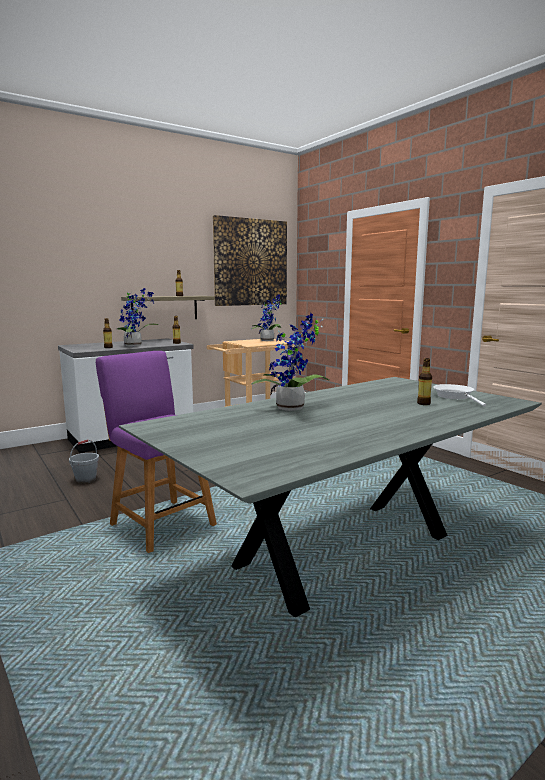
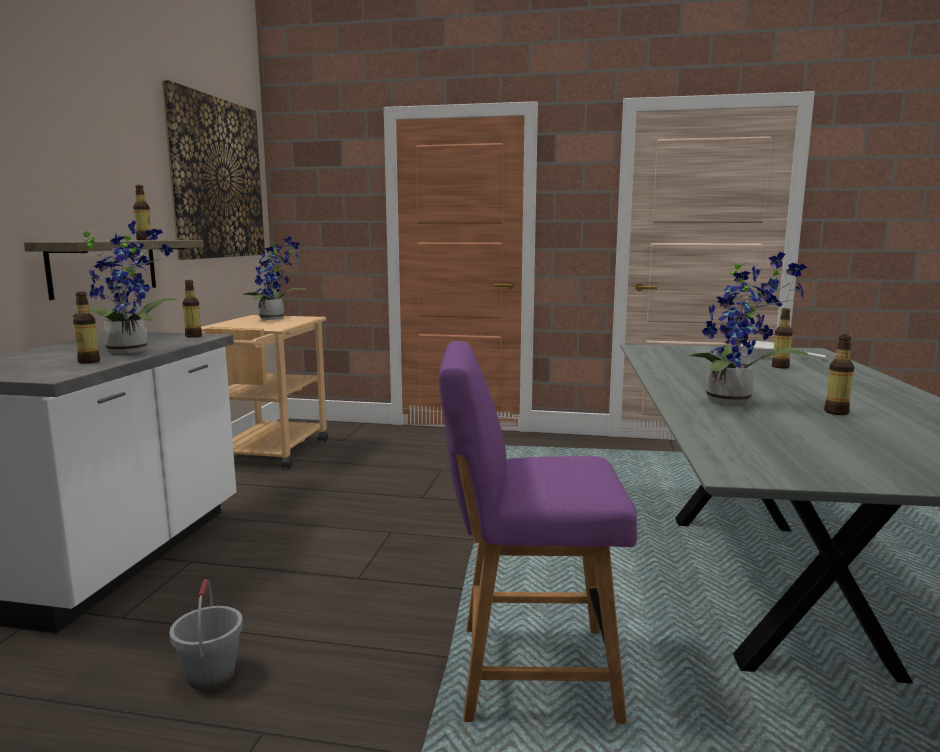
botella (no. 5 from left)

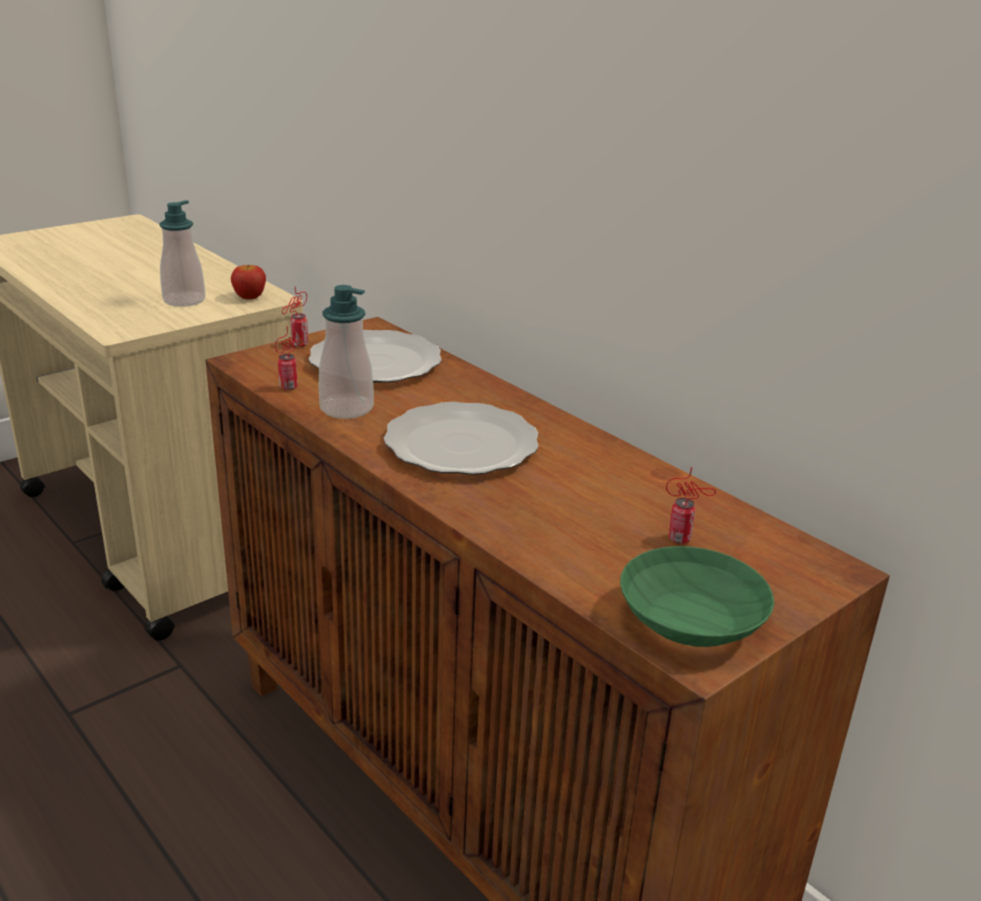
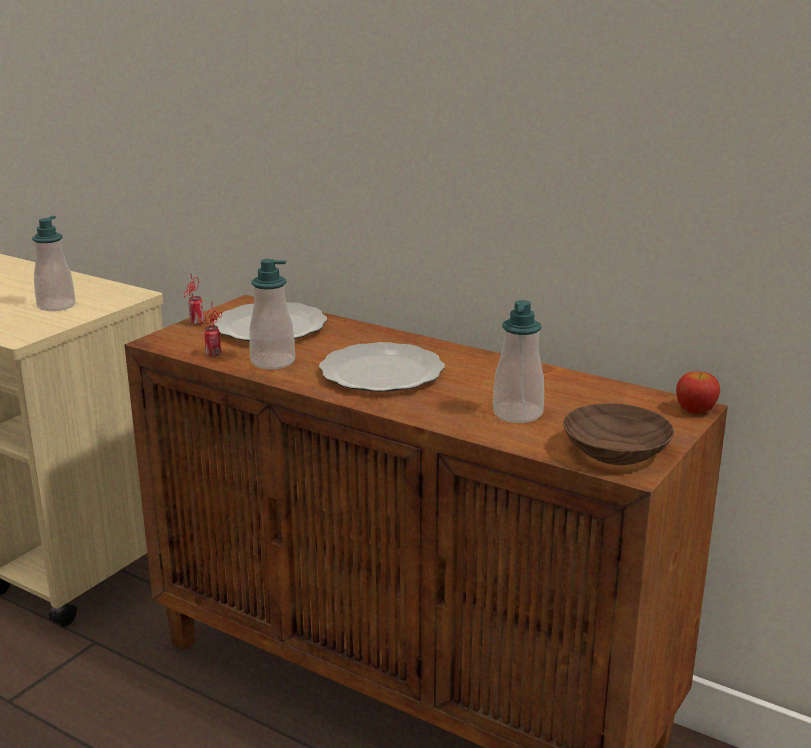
manzana; lata (no. 3 from left in the first image); cuenco/marrón; dispensador de jabón (no. 3 from left)

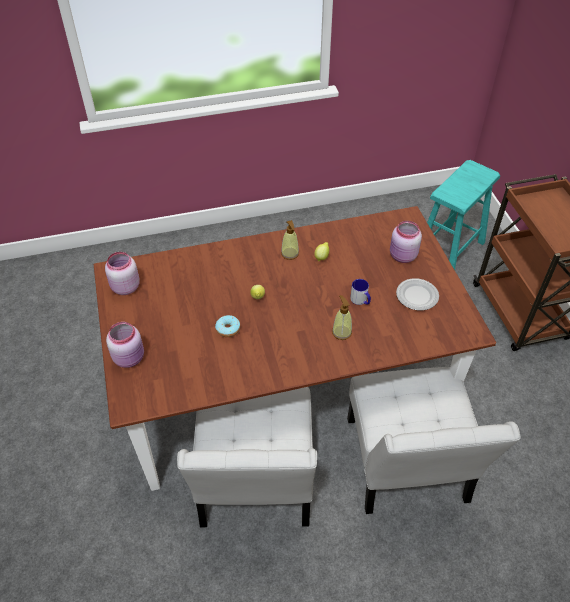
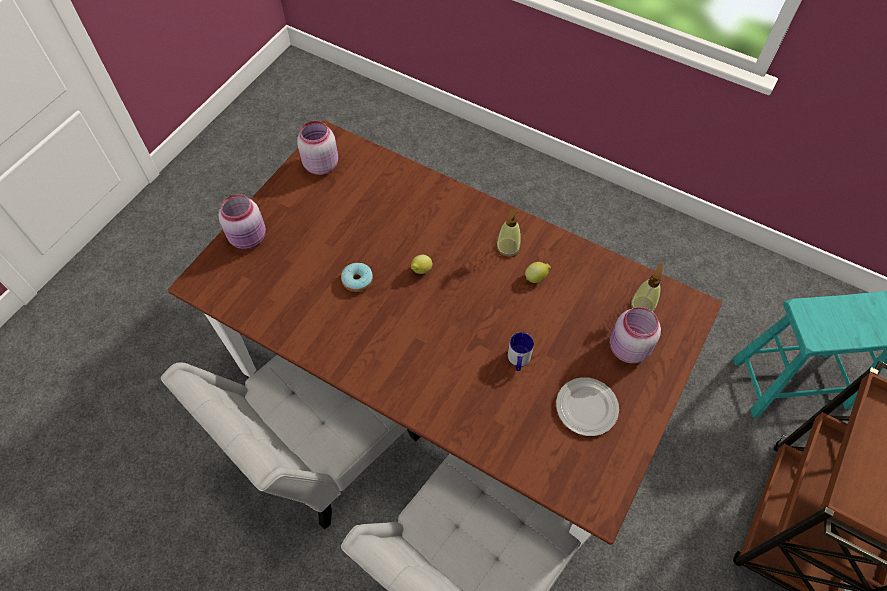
dispensador de jabón (no. 2 from left)

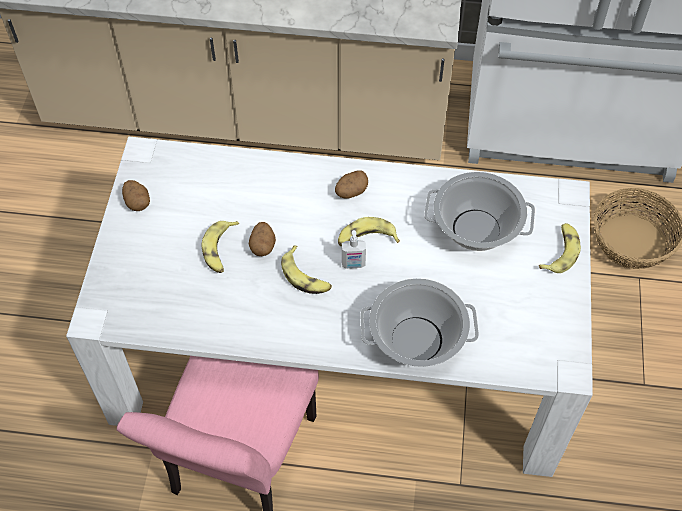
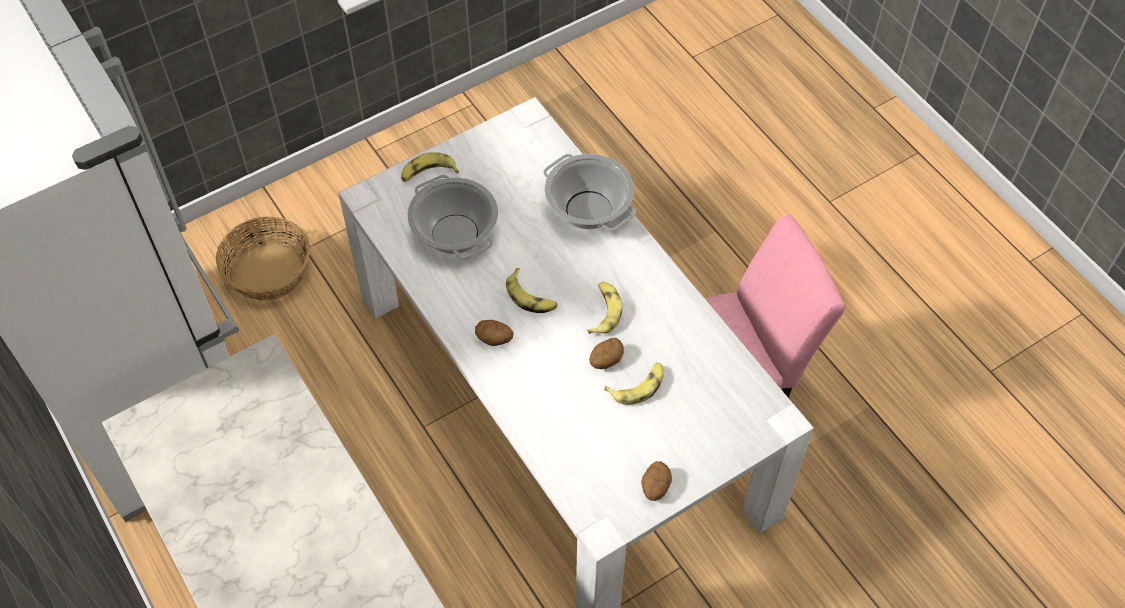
dispensador de jabón

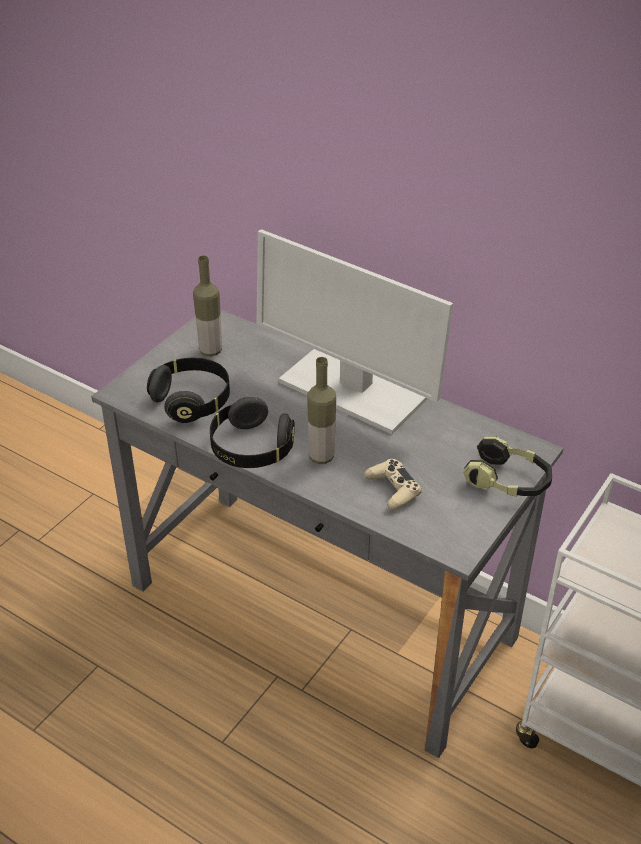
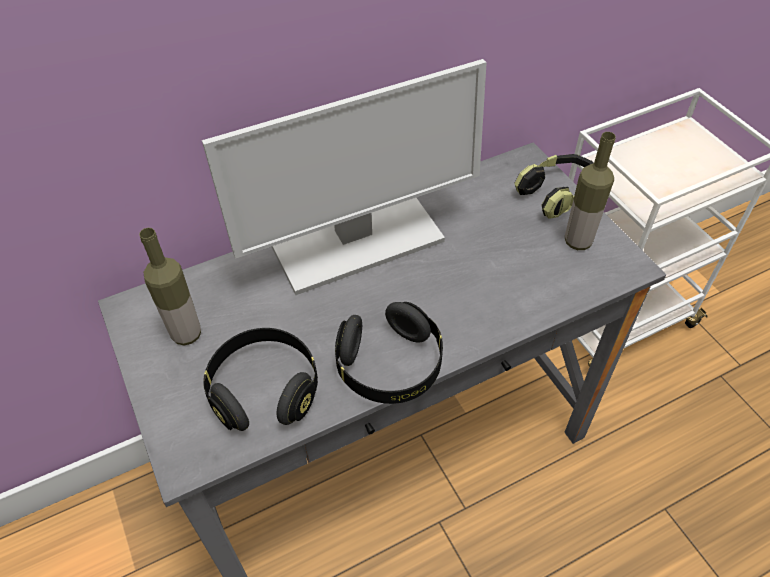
botella (no. 2 from left); mando de consola/beis

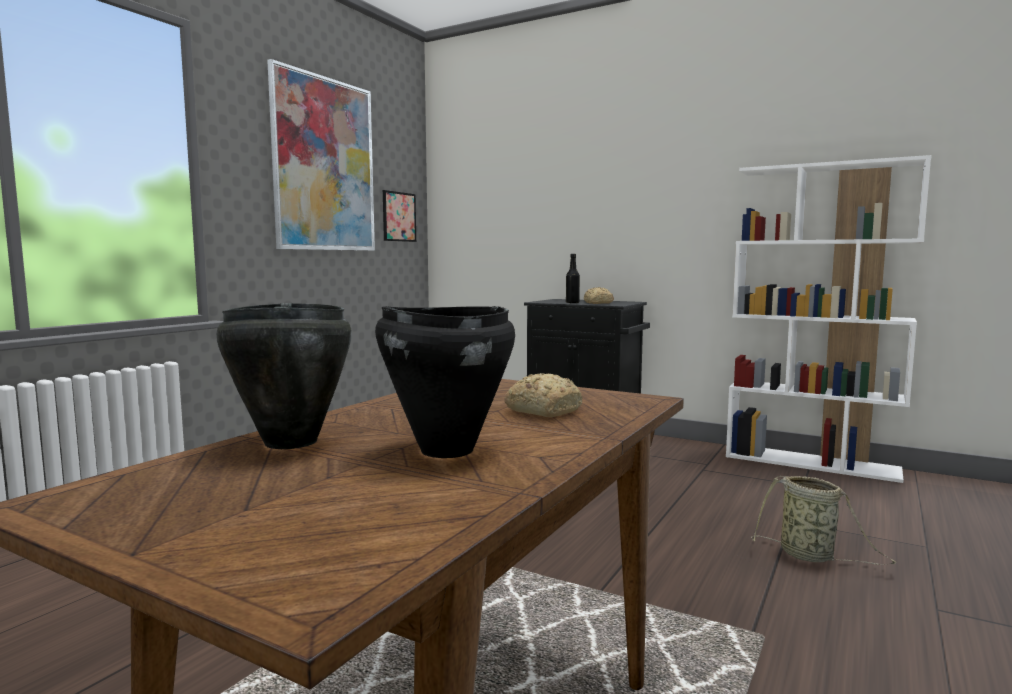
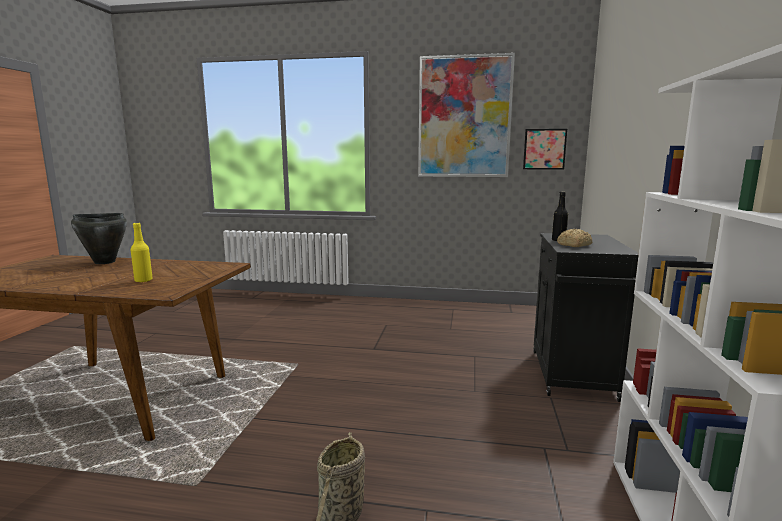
olla/negro (no. 2 from left in the first image); botella/amarillo

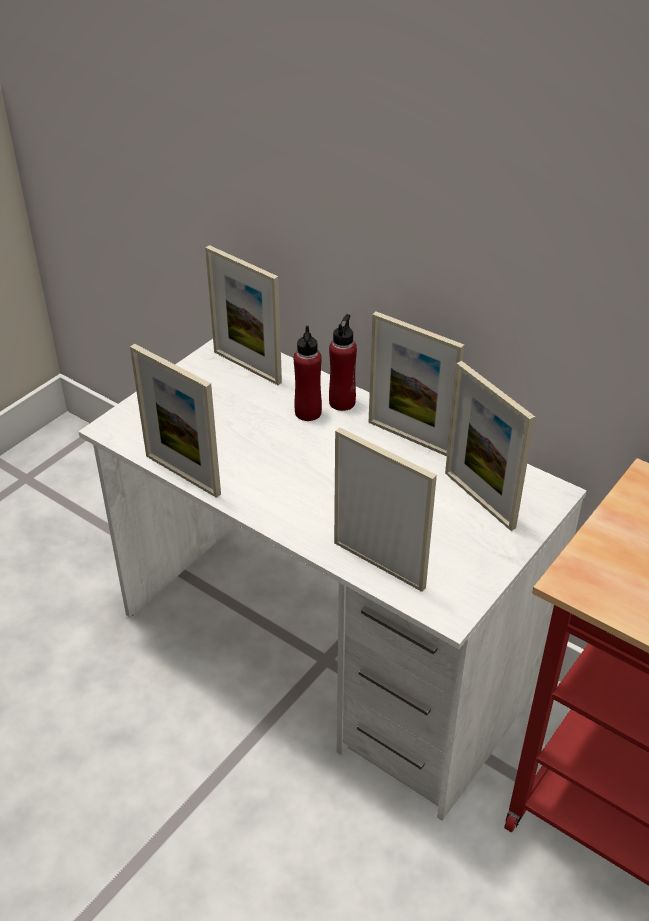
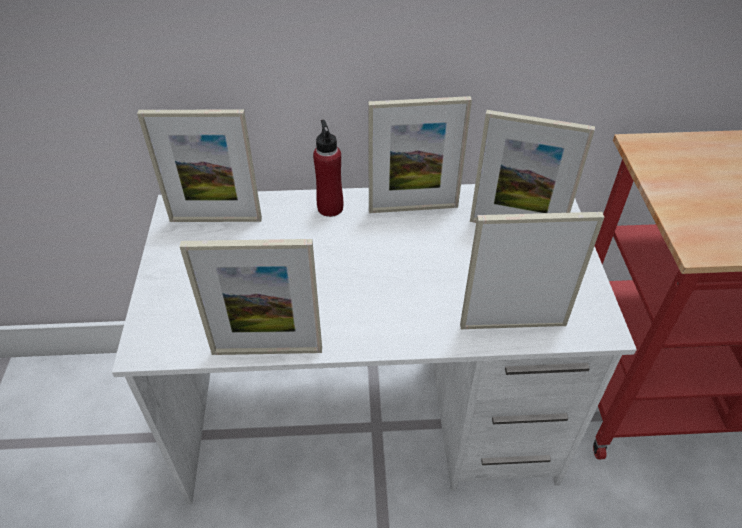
botella/rojo (no. 1 from left in the first image)

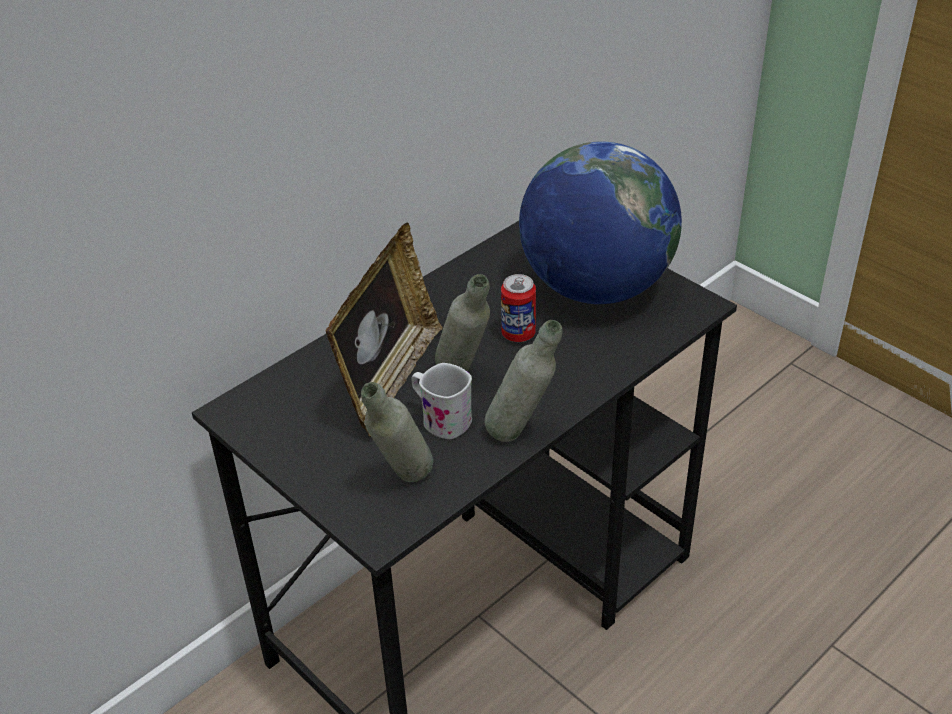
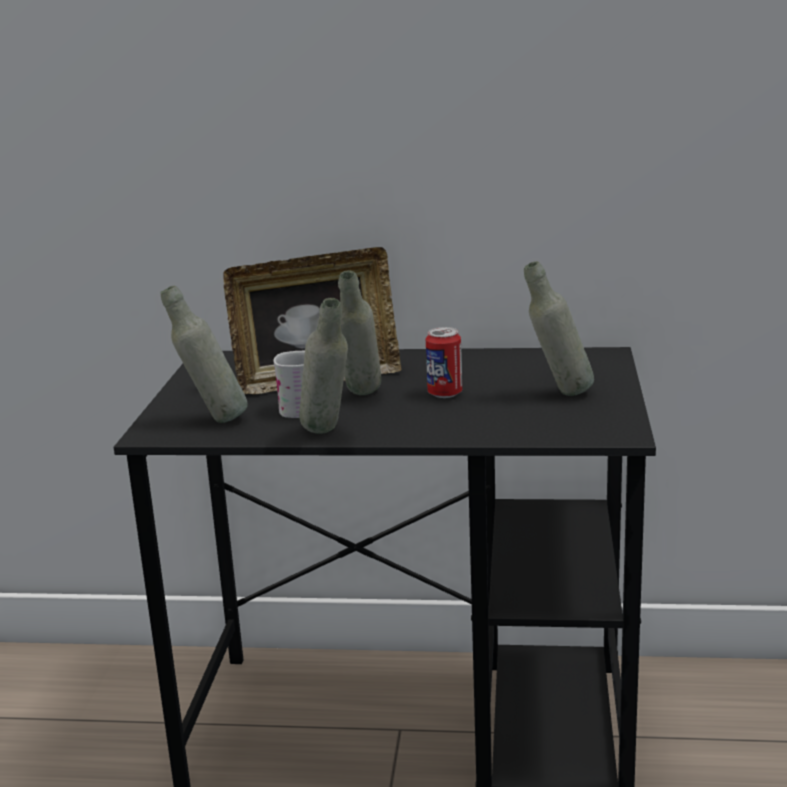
botella/gris (no. 4 from left)

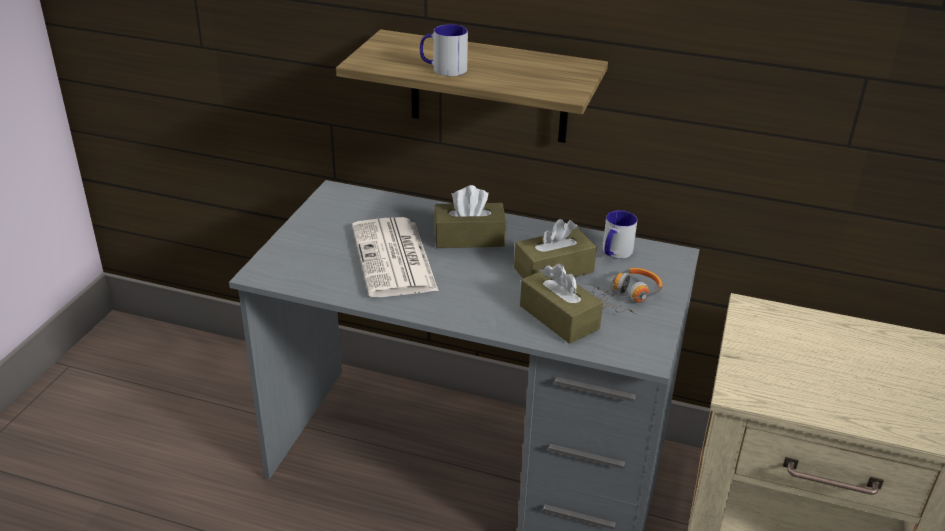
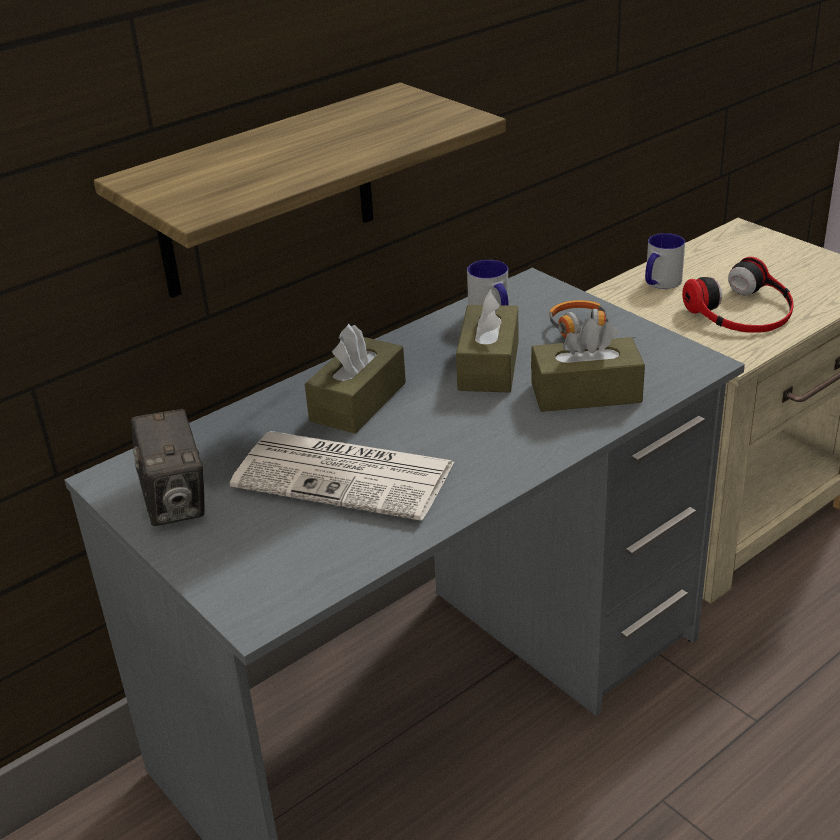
taza grande (no. 2 from left); auriculares (no. 2 from left); cámara

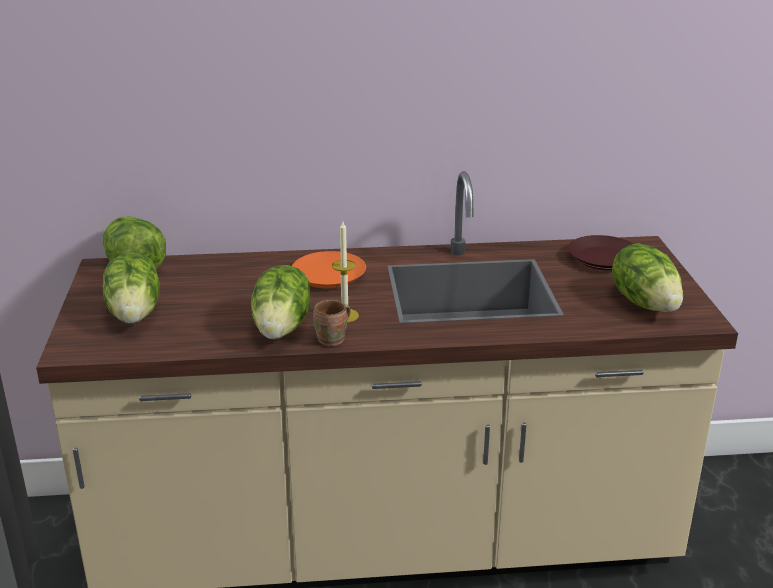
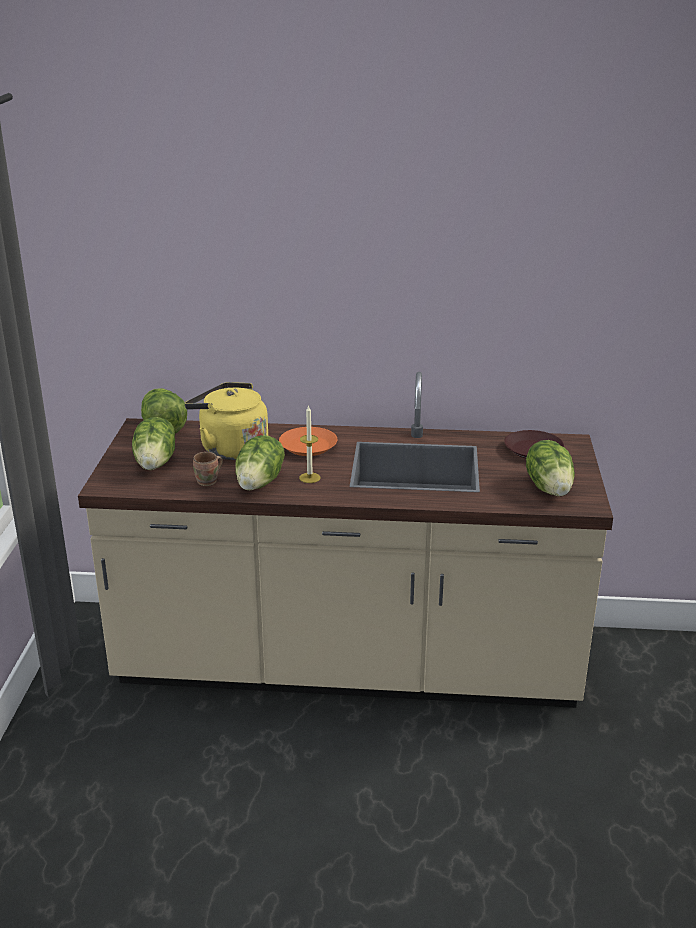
taza grande/marrón; hervidor/amarillo

